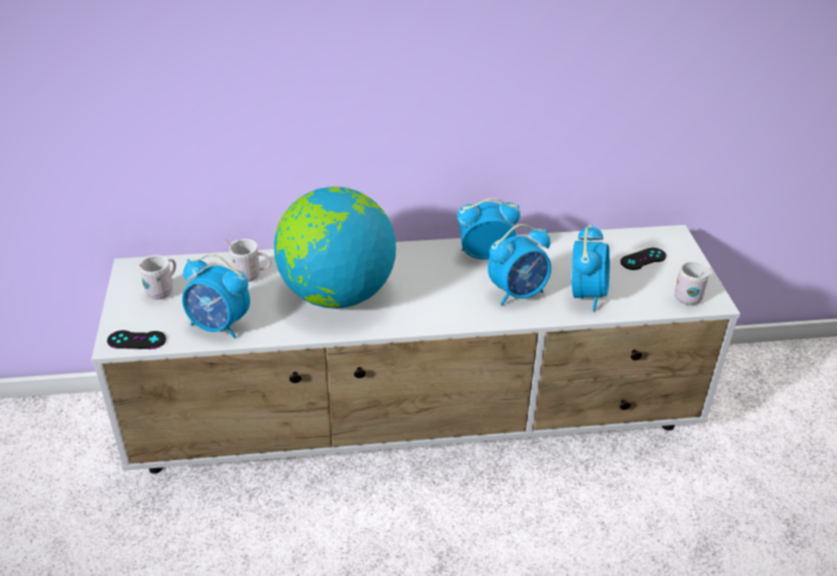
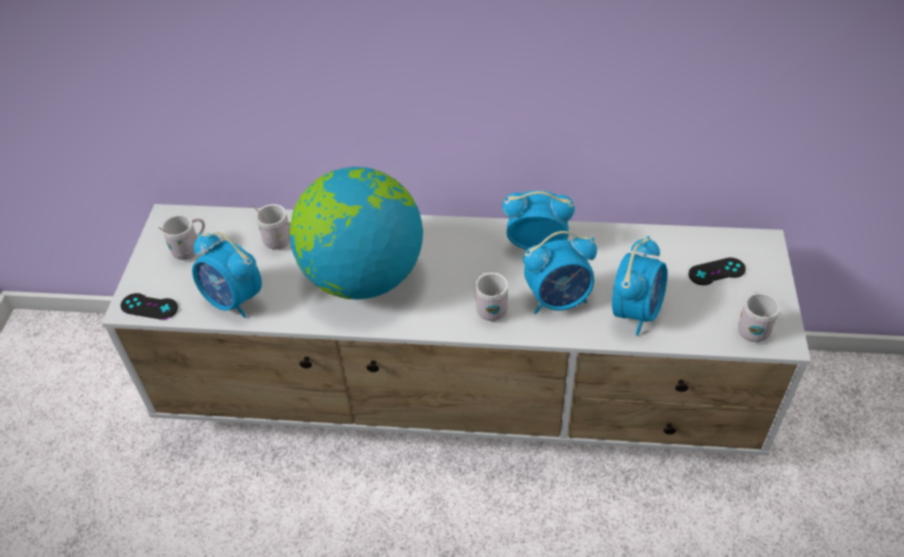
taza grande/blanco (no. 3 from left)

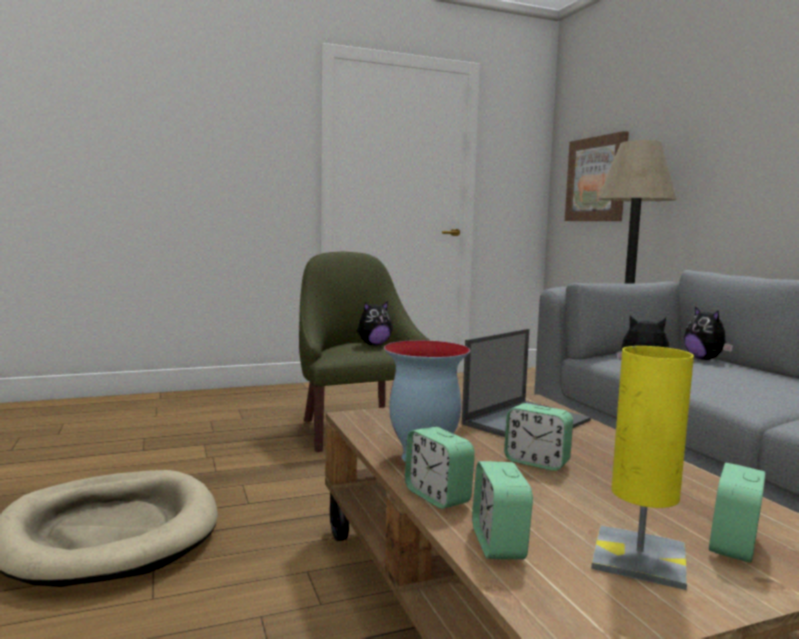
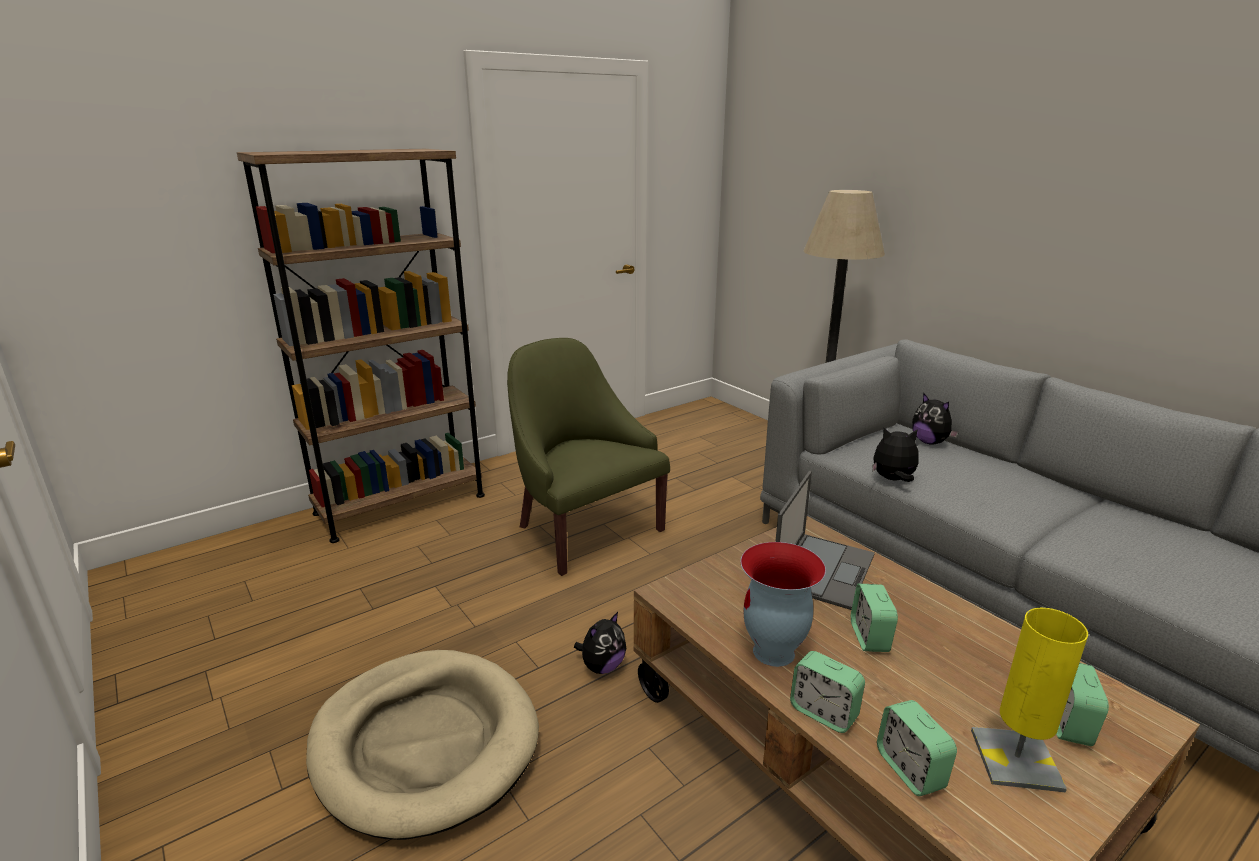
cuadro; peluche (no. 1 from left); despertador (no. 2 from left); estantería/marrón

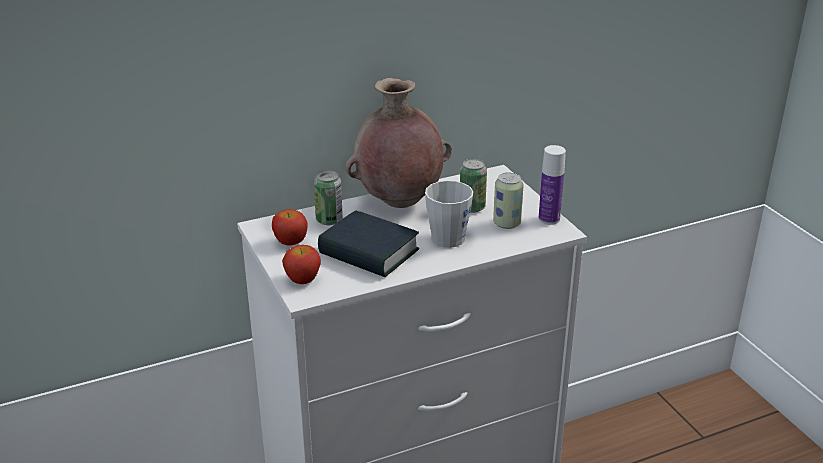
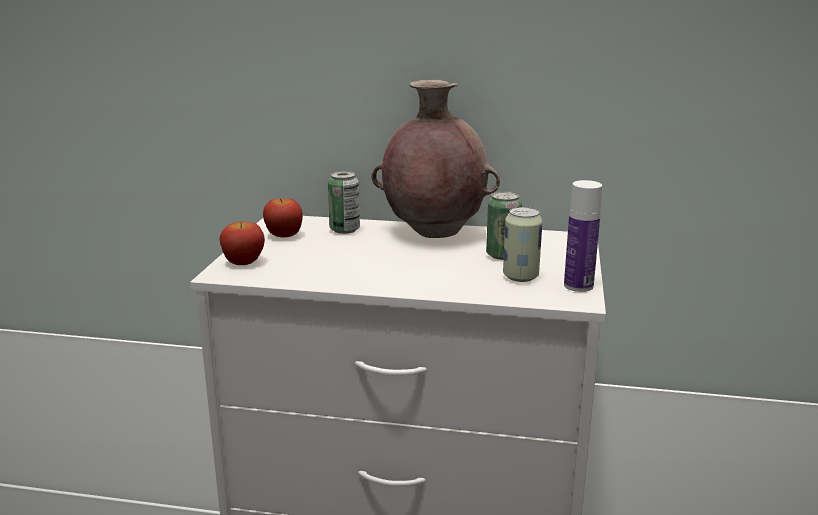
taza grande/gris; libro

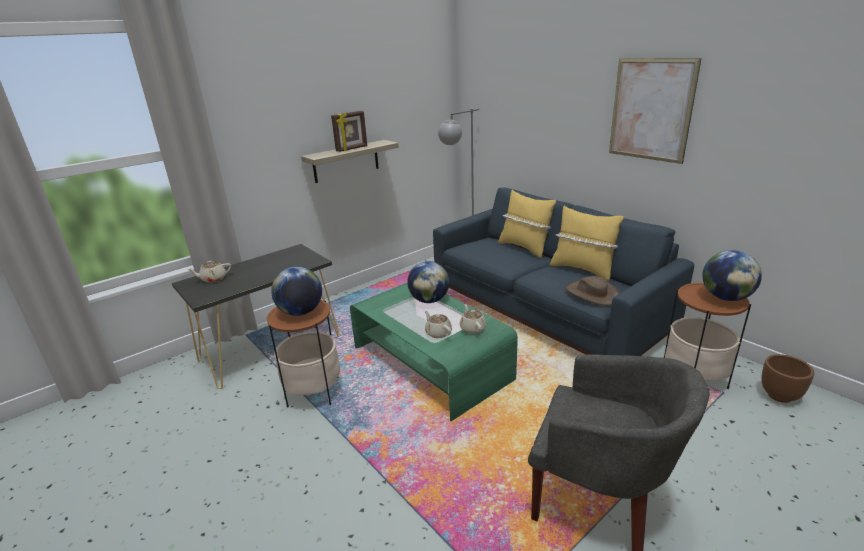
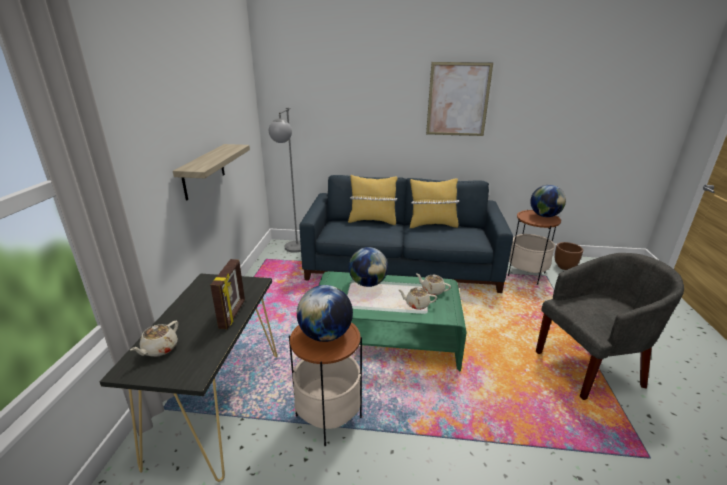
portarretratos; sombrero/marrón

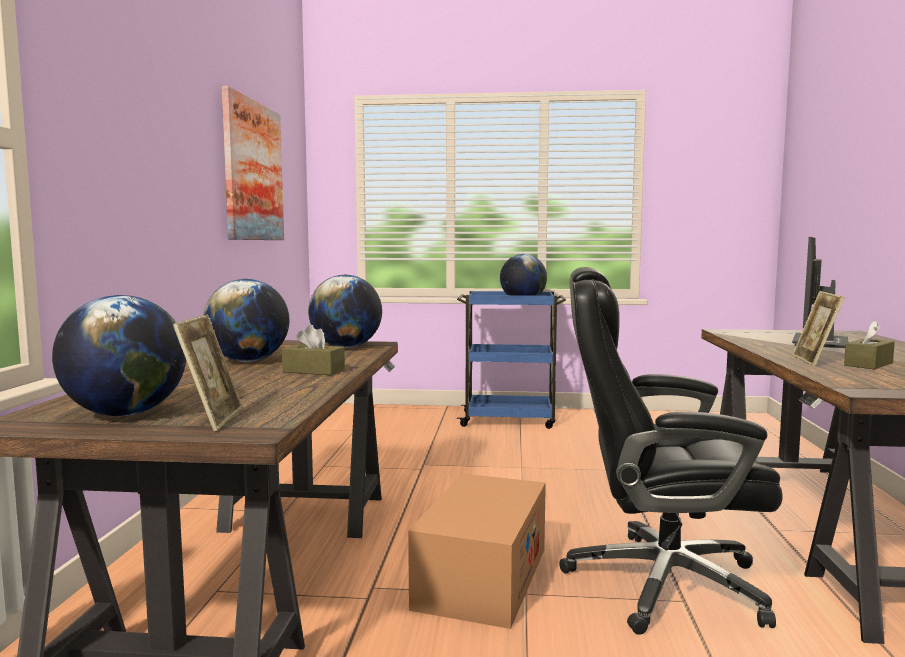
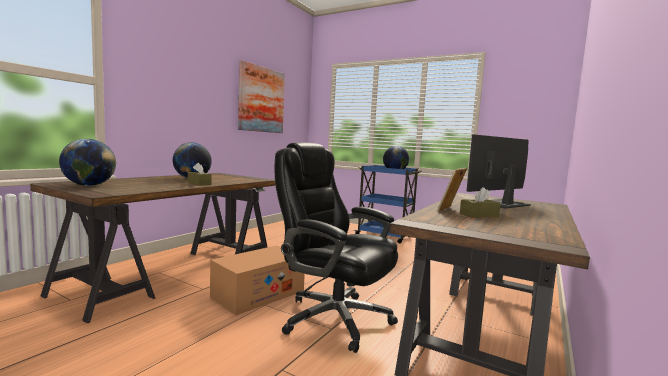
globo terráqueo (no. 3 from left in the first image); portarretratos (no. 1 from left in the first image)

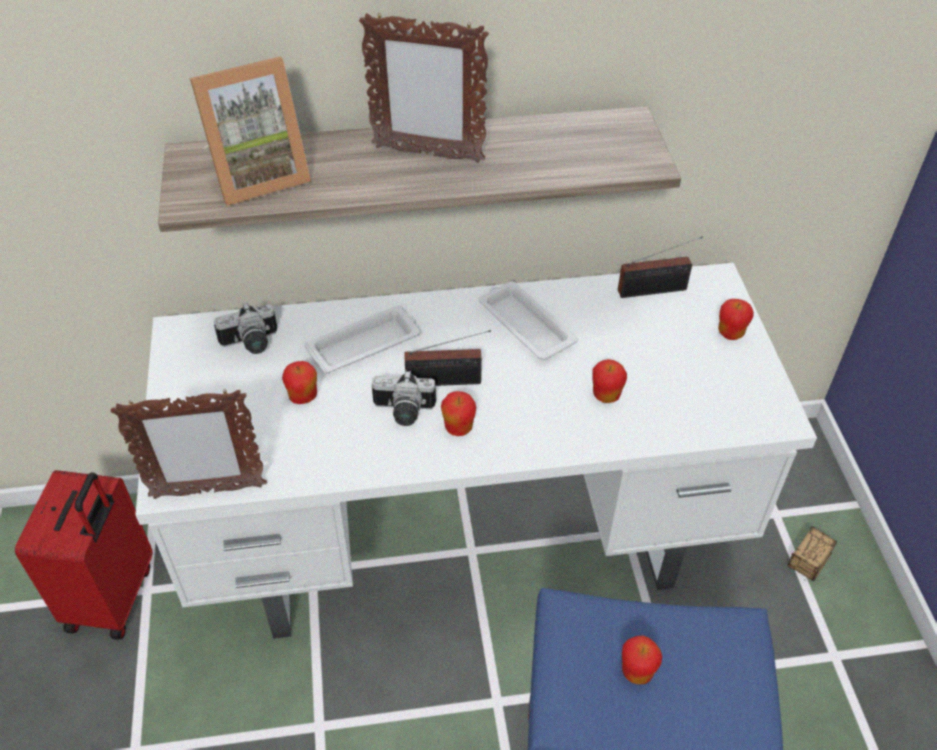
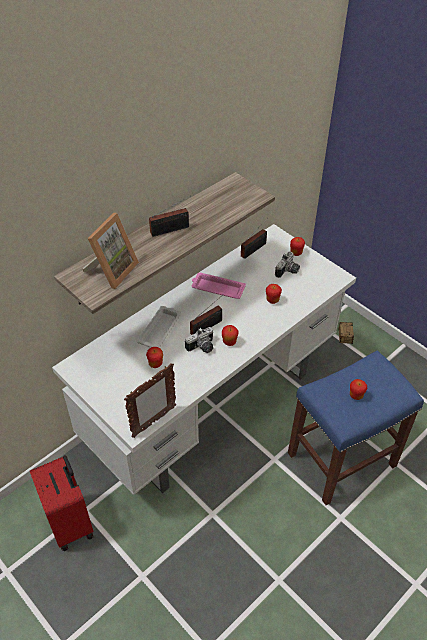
radio (no. 1 from left); bandeja/rosa; cámara (no. 2 from left)

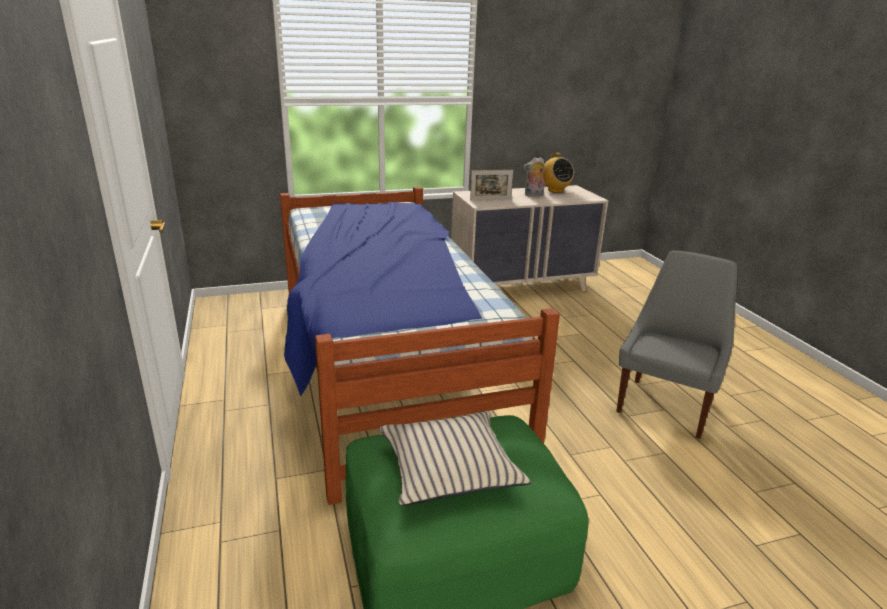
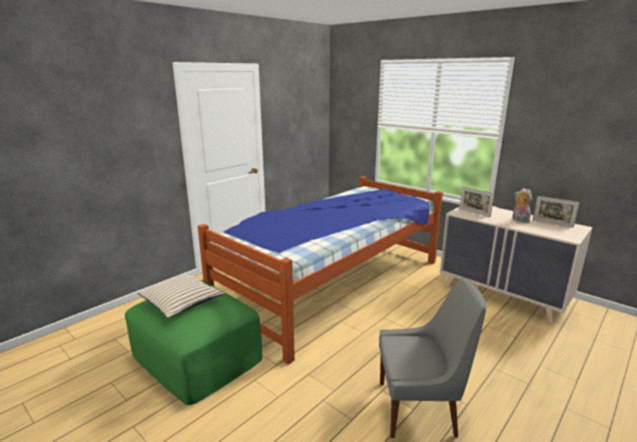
portarretratos (no. 2 from left)

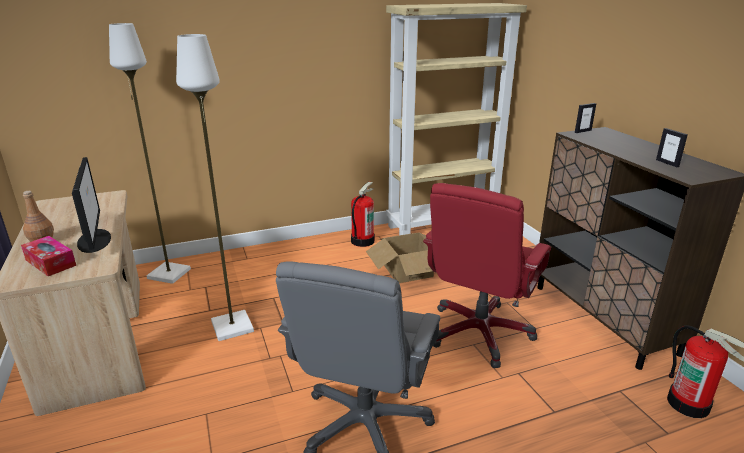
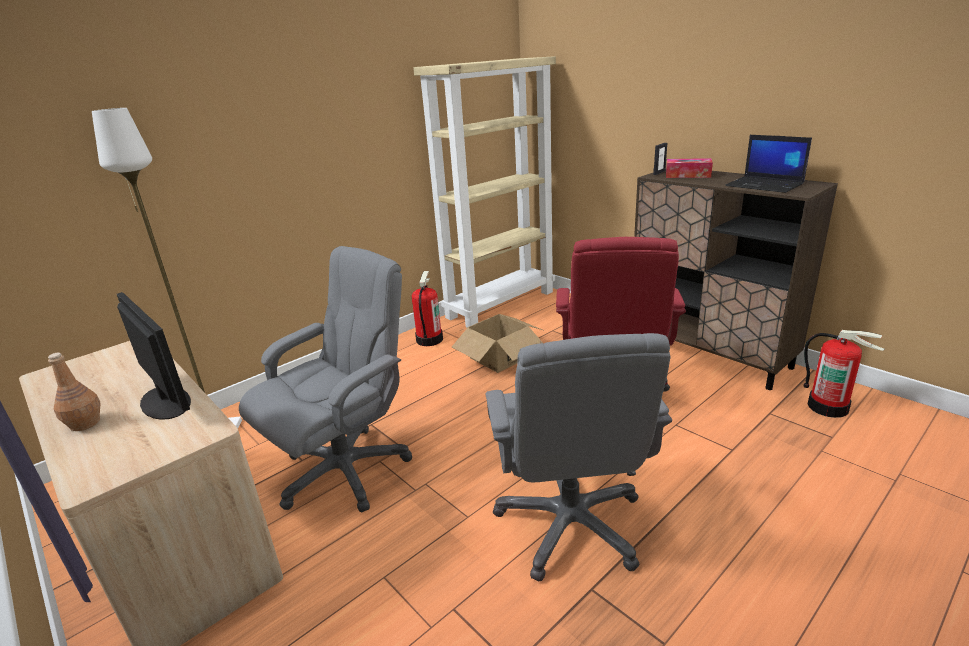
silla de oficina/gris (no. 1 from left); portátil; caja de pañuelos

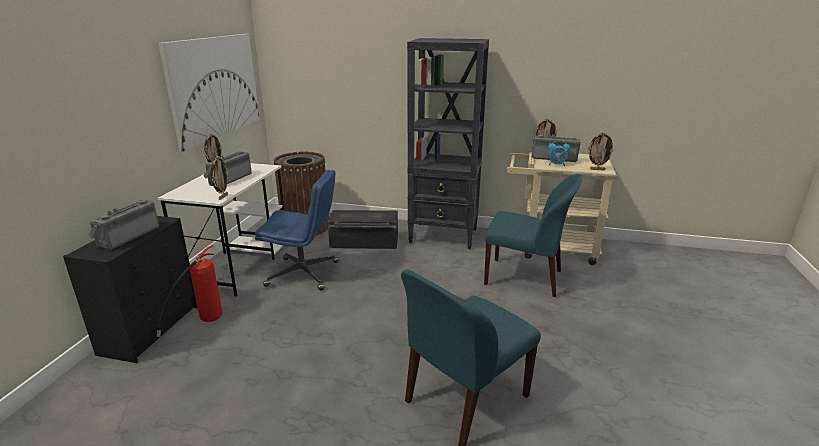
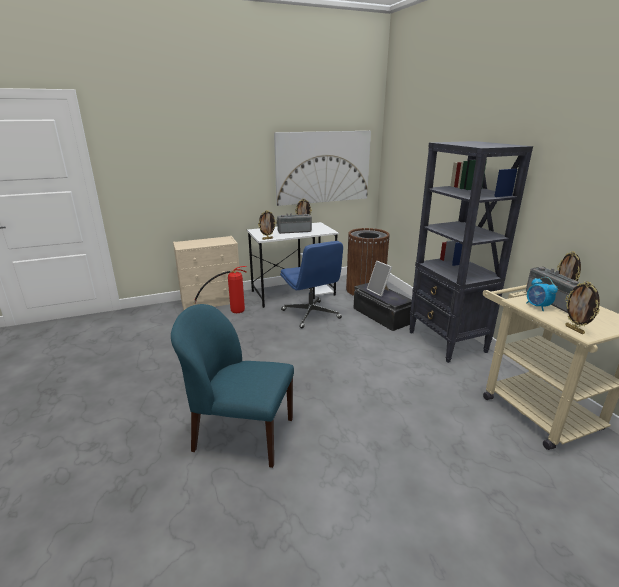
silla/azul (no. 2 from left in the first image); radio (no. 1 from left in the first image); cómoda/beis; portarretratos (no. 3 from left)

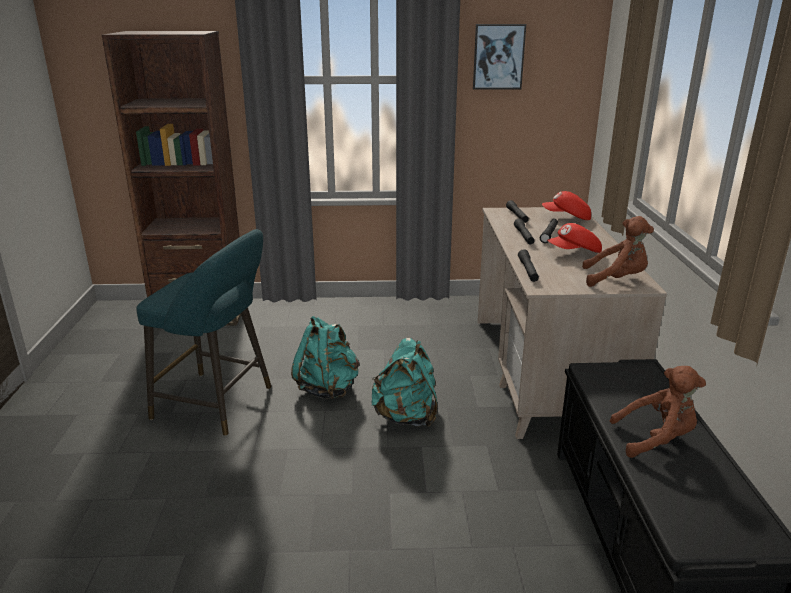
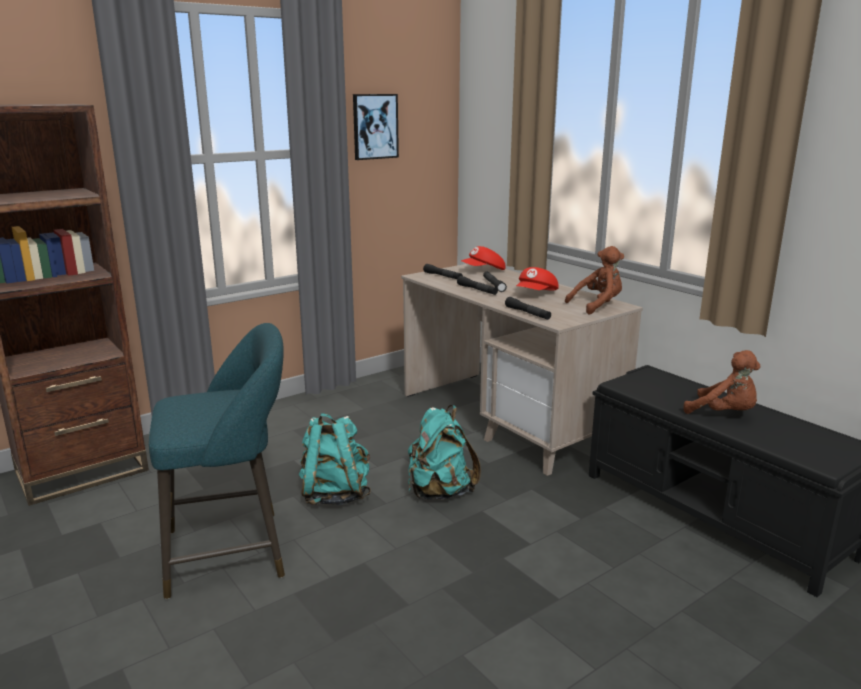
peluche/marrón (no. 2 from left)

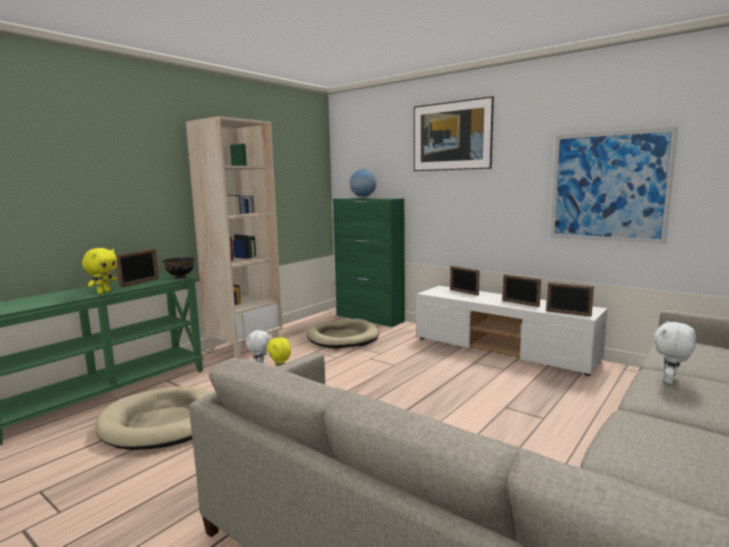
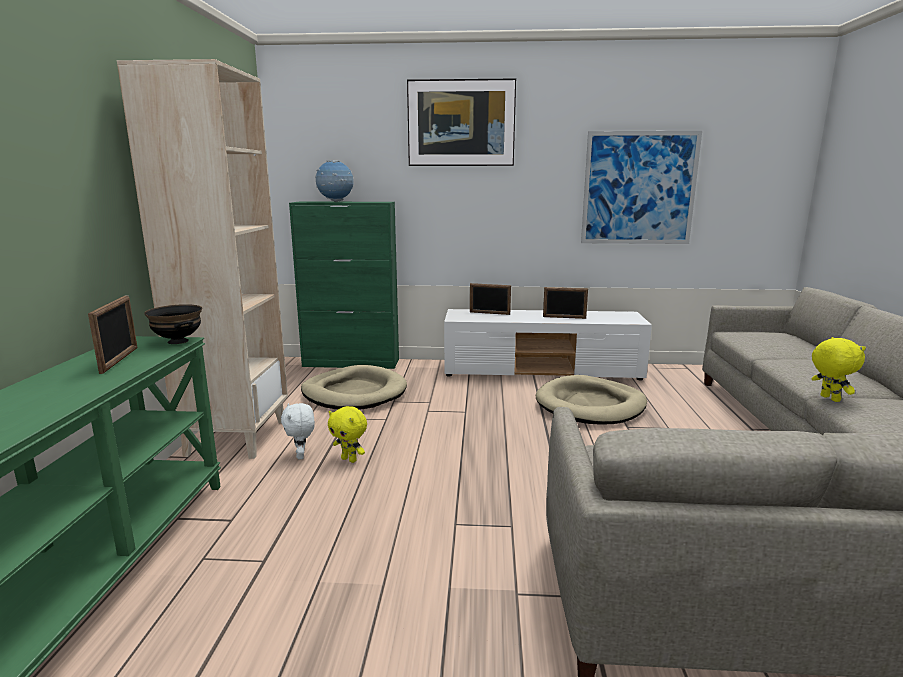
peluche/amarillo (no. 2 from left); portarretratos (no. 4 from left in the first image); peluche/blanco (no. 2 from left in the first image); cama para perro/beis (no. 2 from left)

